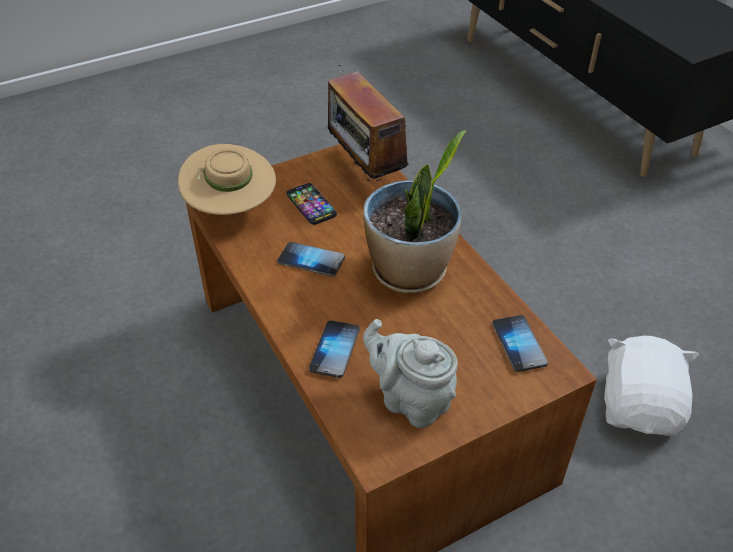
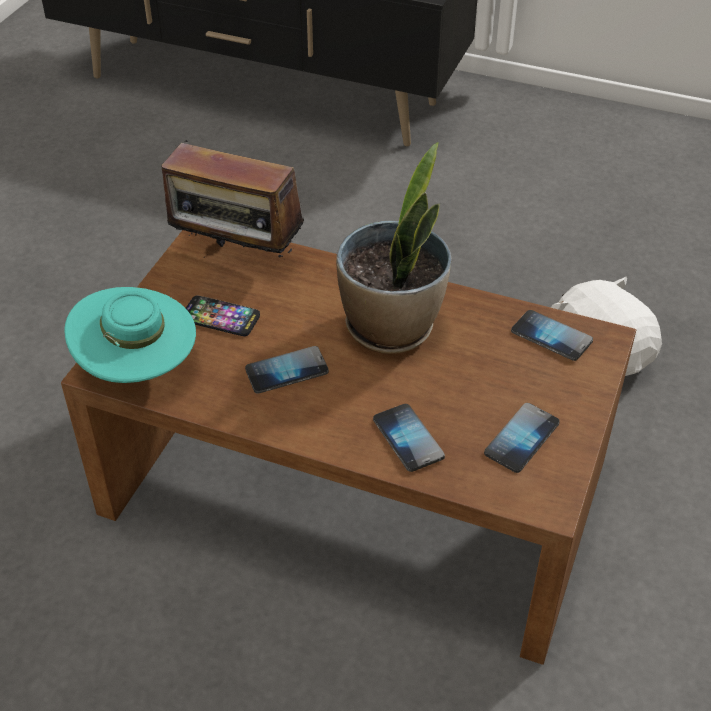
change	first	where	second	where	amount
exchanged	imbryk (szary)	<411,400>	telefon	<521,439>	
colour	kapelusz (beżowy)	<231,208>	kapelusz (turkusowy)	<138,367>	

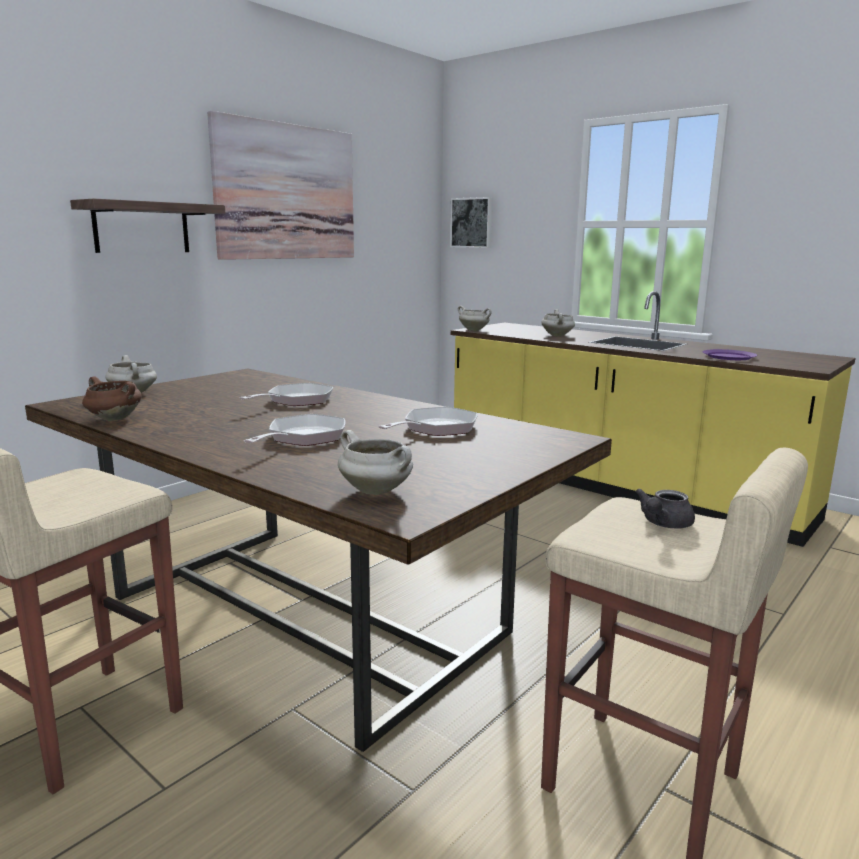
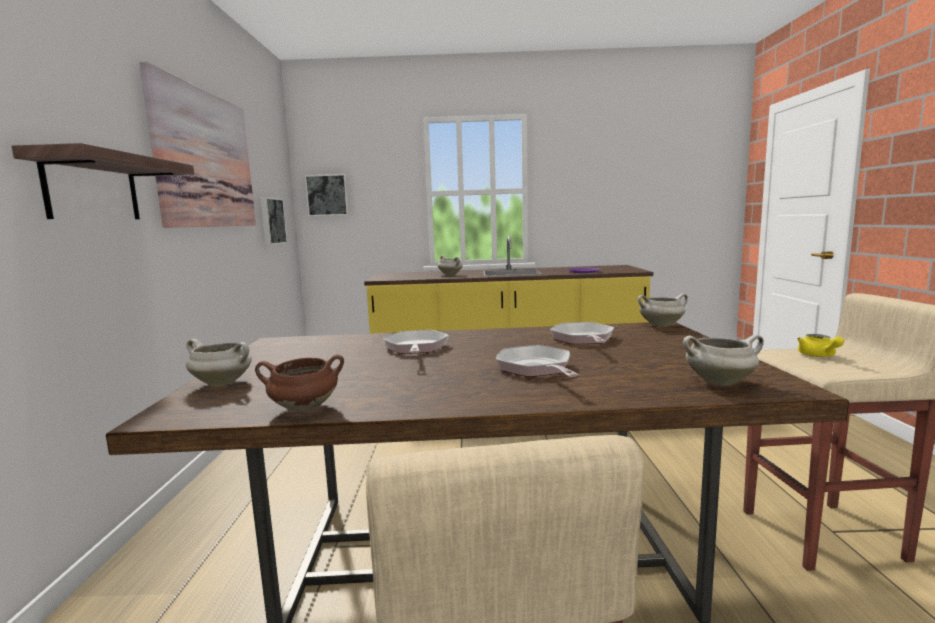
change	first	where	second	where	amount
appeared			obraz	<272,221>	
relocated	garnek (biały)	<474,330>		<661,325>	
colour	imbryk (szary)	<663,524>	imbryk (żółty)	<818,356>	

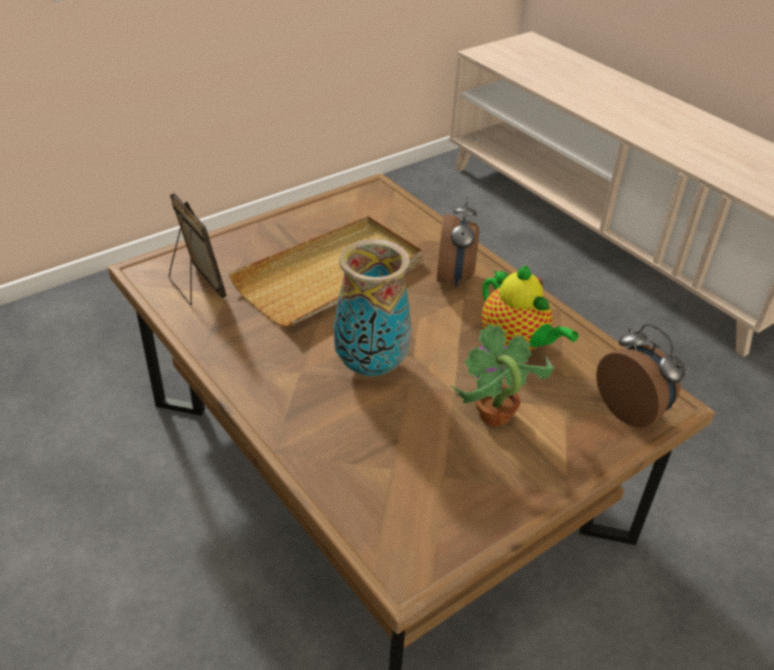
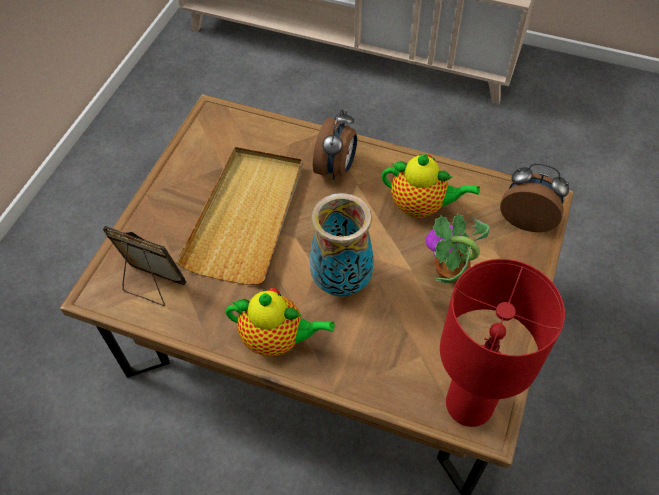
change	first	where	second	where	amount
appeared			imbryk	<277,339>	
appeared			lampa stołowa (czerwony)	<468,403>	
spun	budzik	<455,277>		<336,168>	45 degrees clockwise

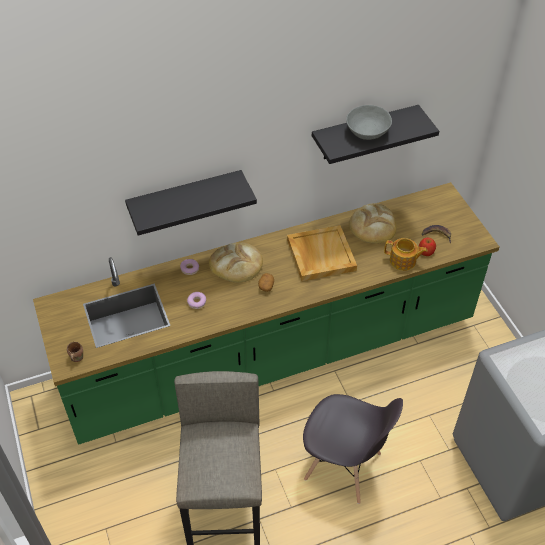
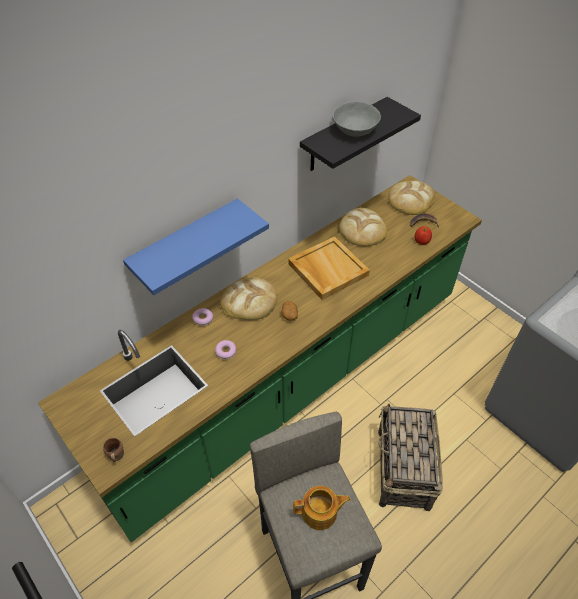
change	first	where	second	where	amount
appeared			chleb	<411,200>	
relocated	imbryk	<403,261>		<320,513>	
exchanged	krzesło (szary)	<343,467>	koszyk	<403,470>	
colour	półka (czarny)	<185,199>	półka (niebieski)	<186,244>	

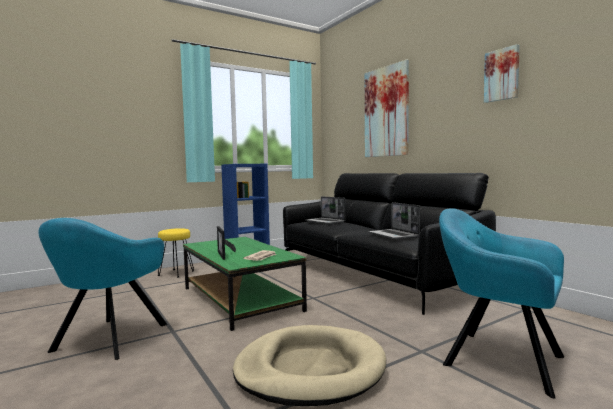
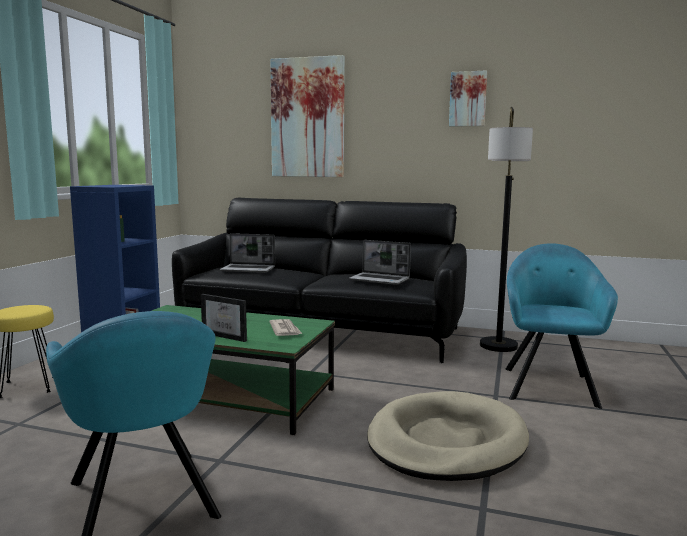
change	first	where	second	where	amount
appeared			lampa stojąca	<498,346>	
spun	fotel (turkusowy)	<497,359>		<549,384>	105 degrees clockwise

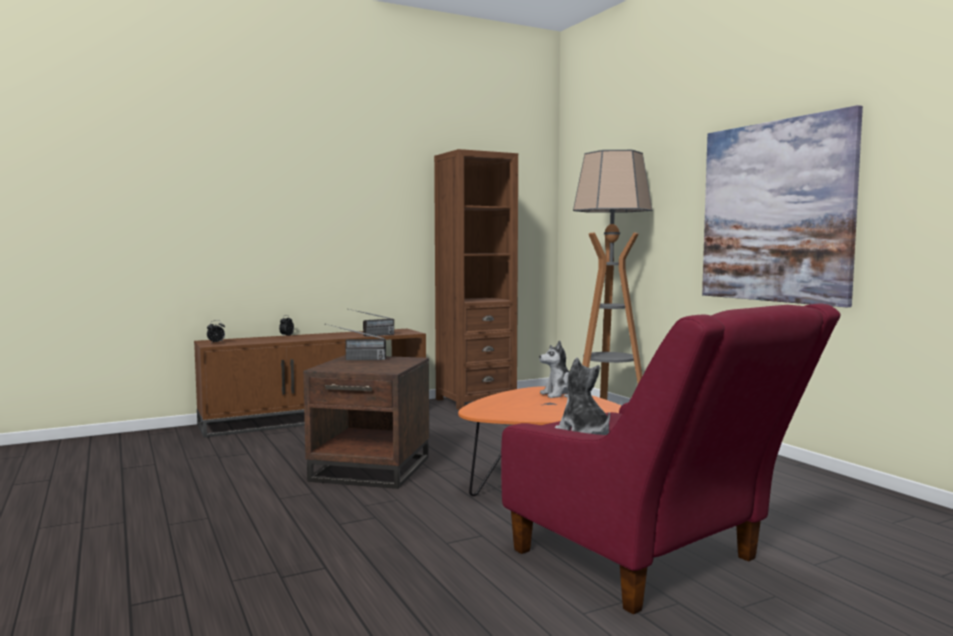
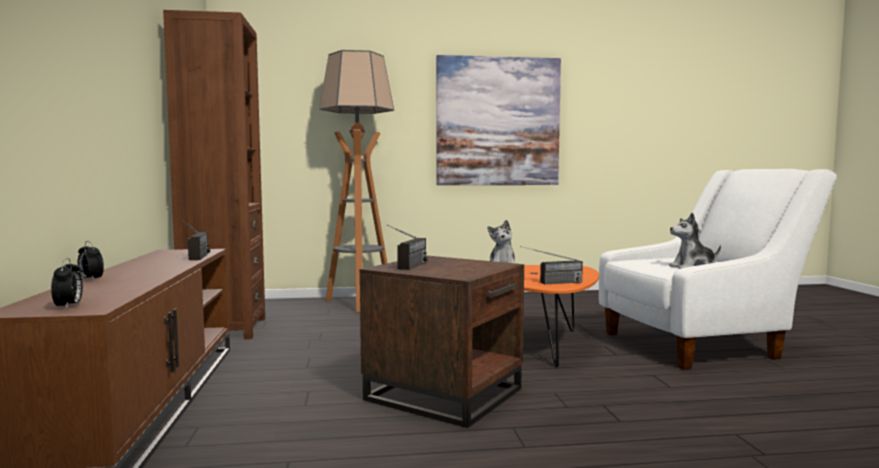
change	first	where	second	where	amount
appeared			radio	<551,283>	
colour	fotel (czerwony)	<650,563>	fotel (biały)	<700,344>	

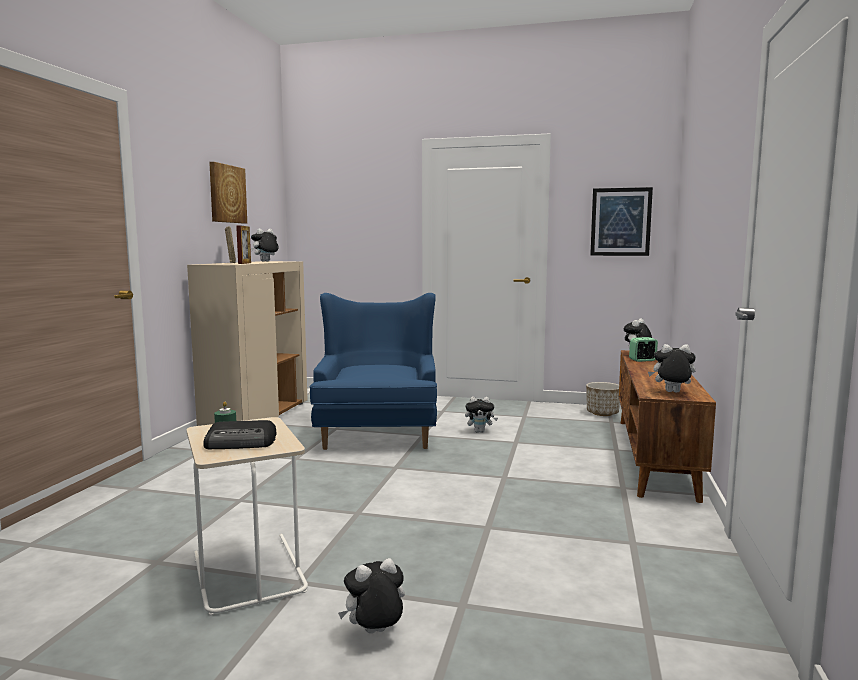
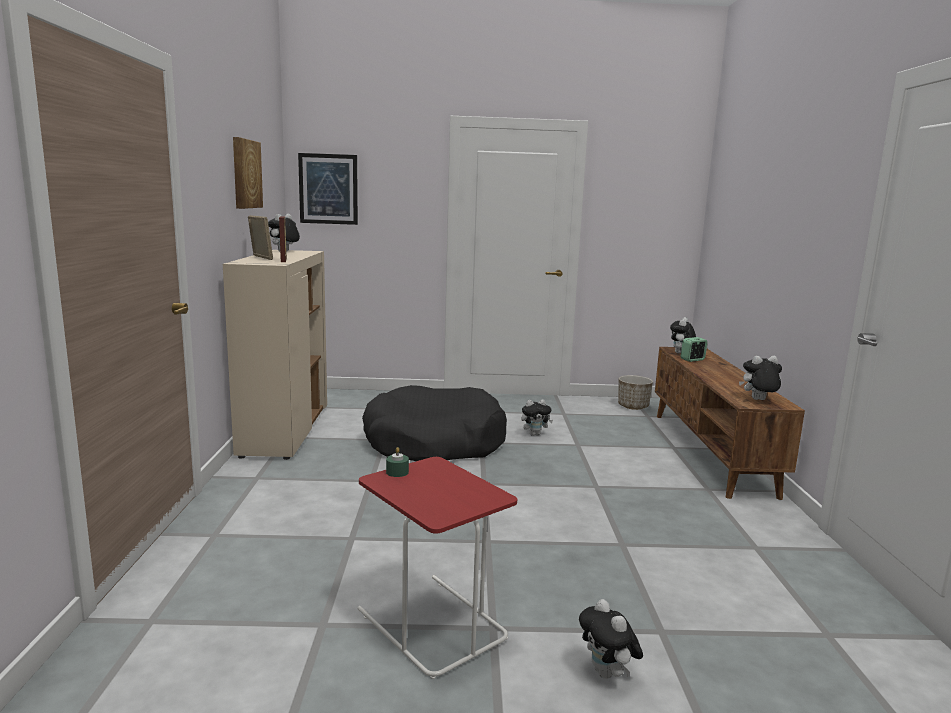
change	first	where	second	where	amount
missing	radio	<242,442>			
relocated	obraz	<620,222>		<328,189>	
exchanged	fotel (niebieski)	<378,432>	legowisko (czarny)	<434,442>	
colour	stolik (beżowy)	<247,572>	stolik (czerwony)	<430,624>	
spun	pluszak	<374,633>		<607,674>	75 degrees counterclockwise

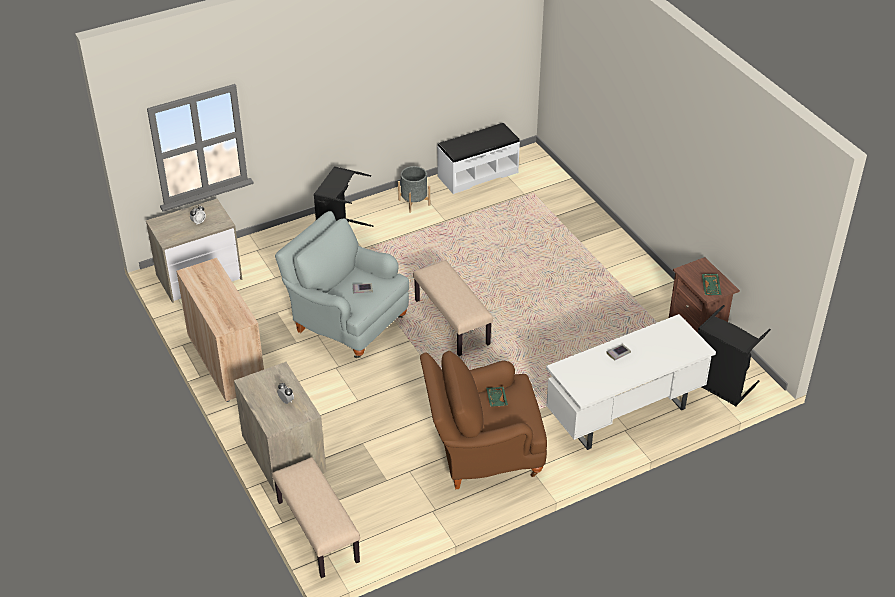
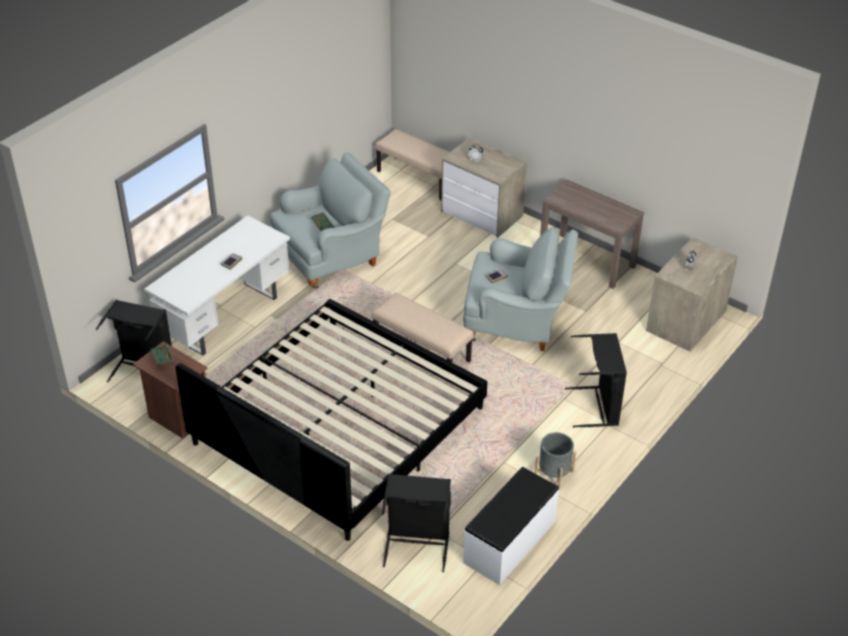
change	first	where	second	where	amount
appeared			łóżko	<339,426>	
appeared			kosz na pranie (czarny)	<417,543>	
exchanged	szafka (beżowy)	<226,361>	stolik konsolowy (brązowy)	<587,260>	
colour	fotel (brązowy)	<481,452>	fotel (szary)	<332,257>	

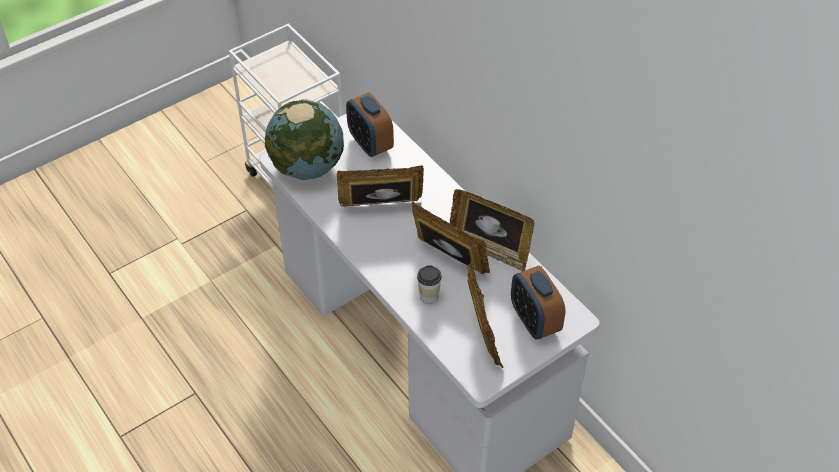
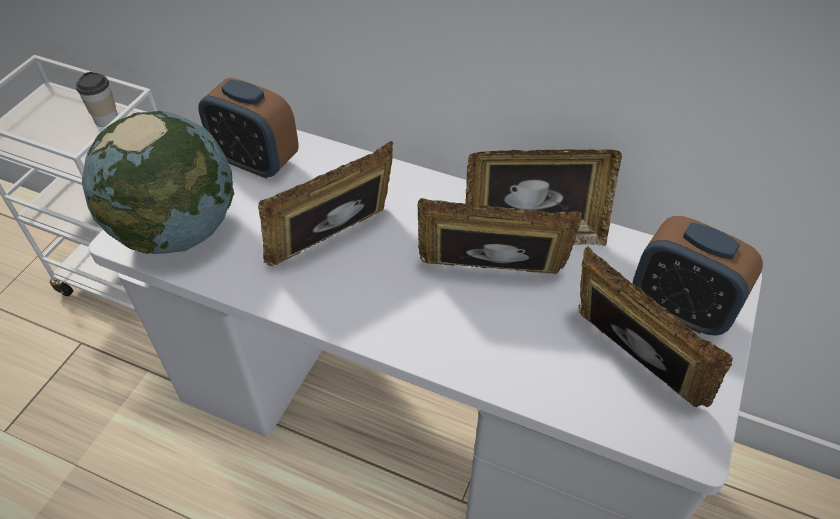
change	first	where	second	where	amount
relocated	filiżanka	<429,296>		<106,119>	

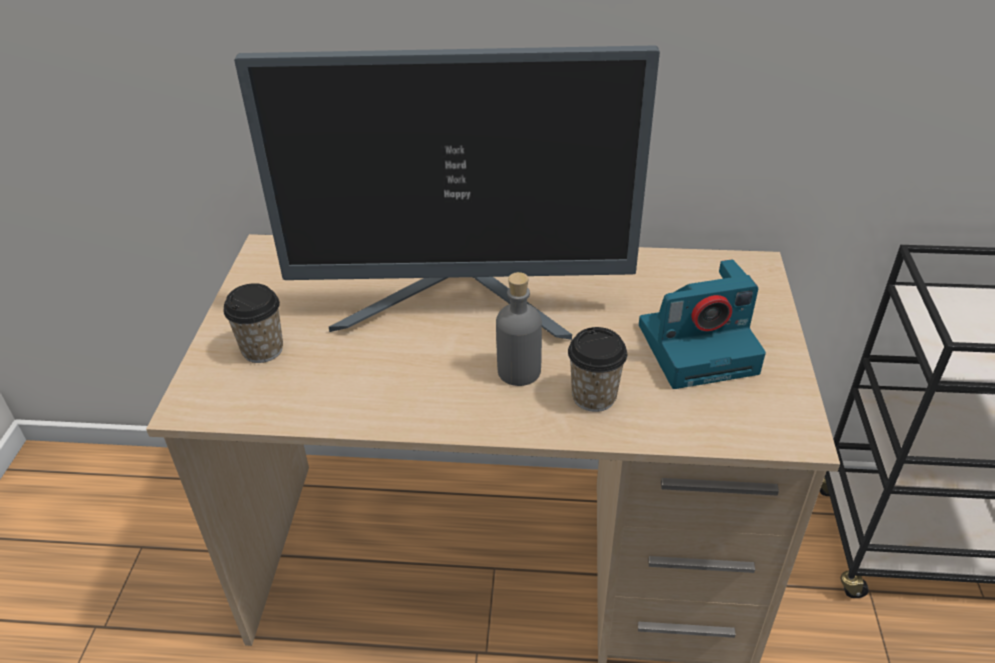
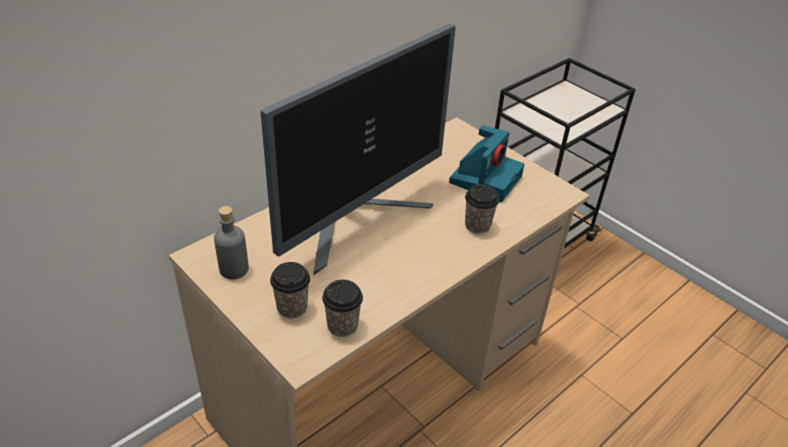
change	first	where	second	where	amount
appeared			filiżanka	<342,326>	
relocated	butelka (szary)	<519,371>		<234,269>	

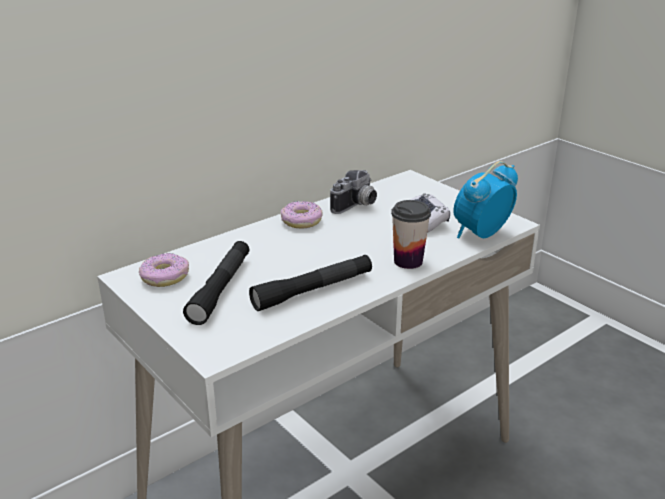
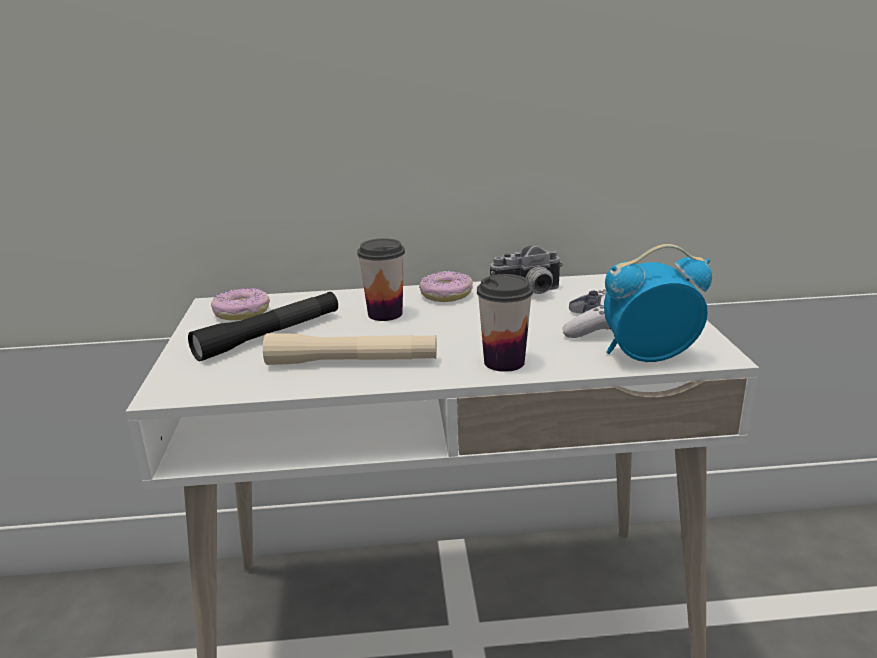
change	first	where	second	where	amount
appeared			filiżanka	<385,314>	
colour	latarka (czarny)	<313,290>	latarka (beżowy)	<352,362>	

